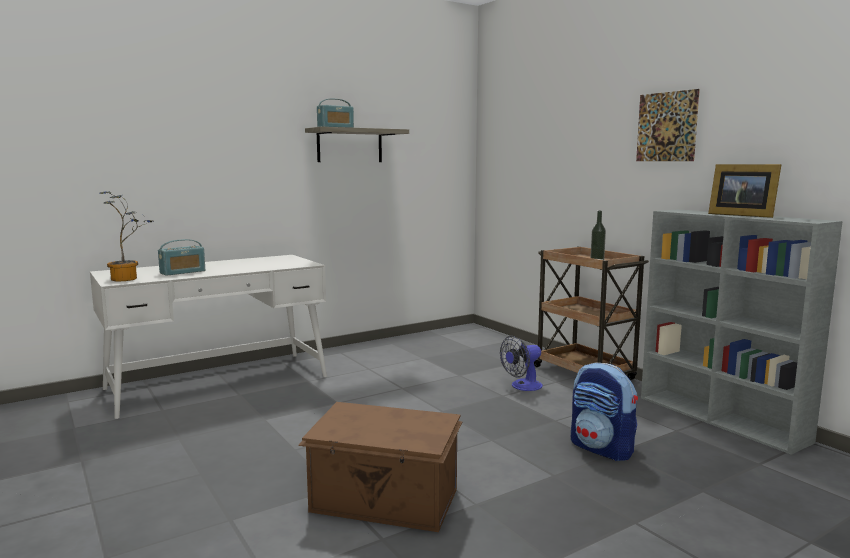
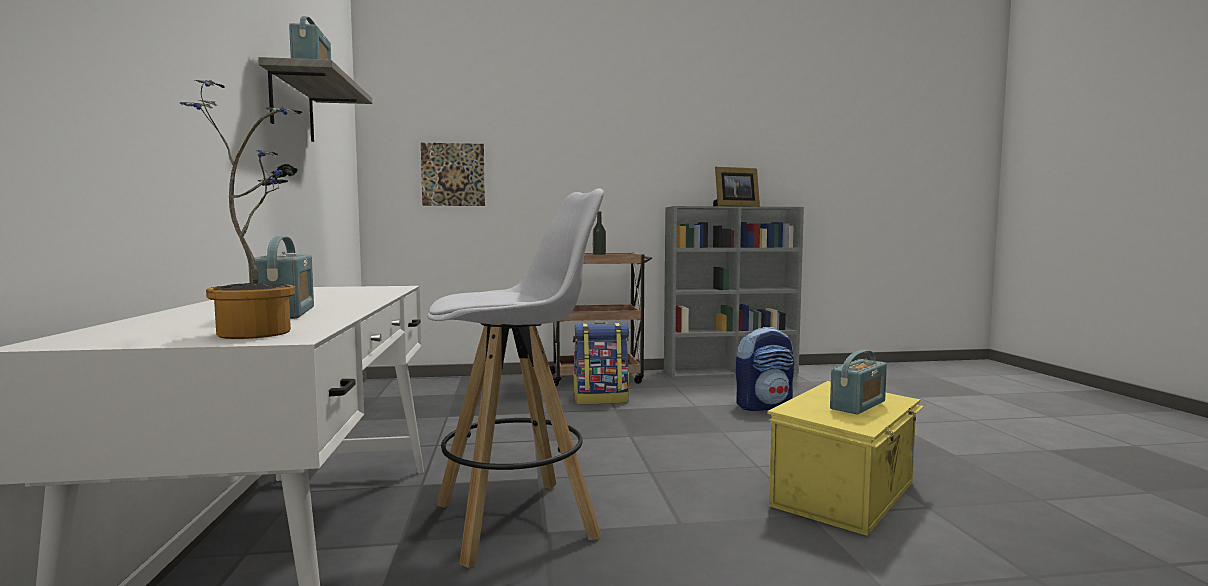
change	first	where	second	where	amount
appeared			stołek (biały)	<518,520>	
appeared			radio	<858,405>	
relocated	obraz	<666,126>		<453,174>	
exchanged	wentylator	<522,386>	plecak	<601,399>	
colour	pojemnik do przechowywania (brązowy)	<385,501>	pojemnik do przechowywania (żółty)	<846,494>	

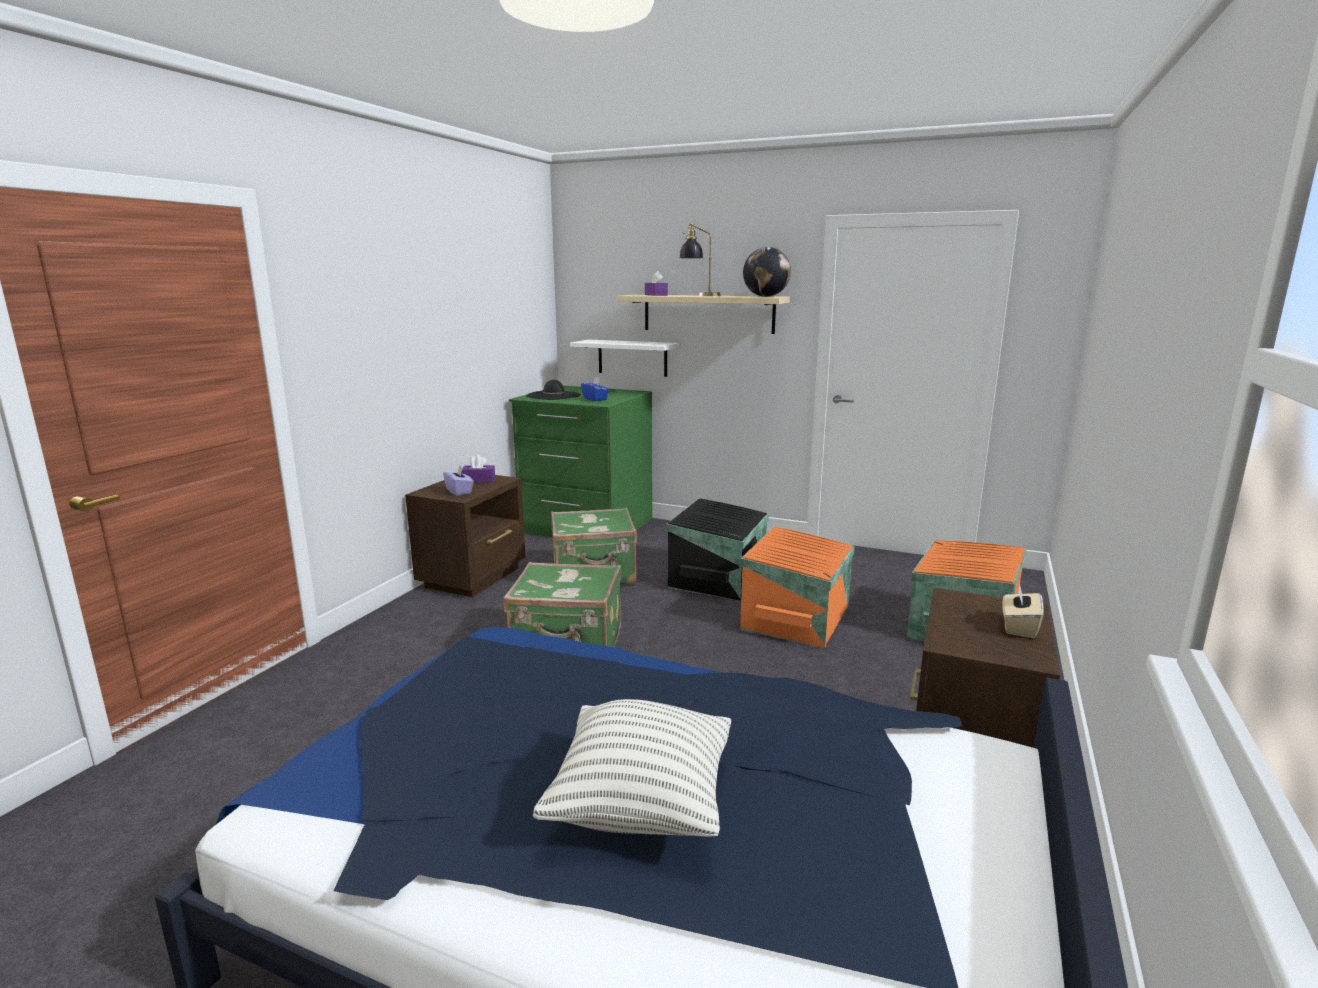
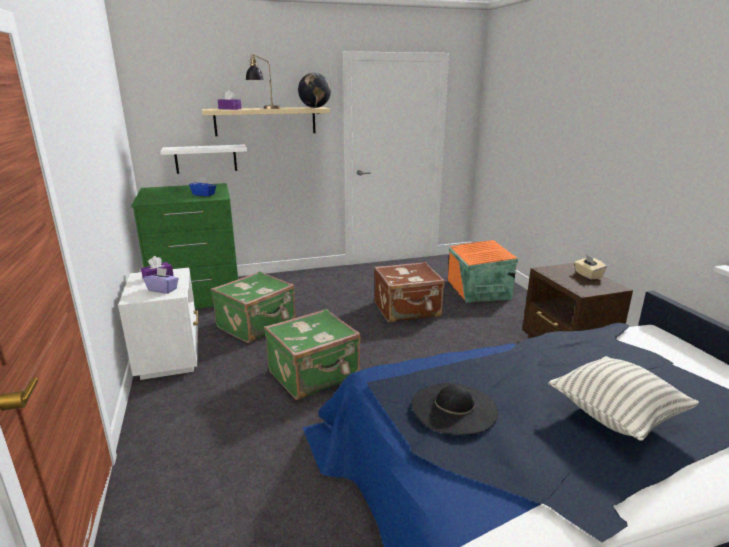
change	first	where	second	where	amount
missing	pojemnik do przechowywania (czarny)	<719,577>			
relocated	kapelusz (czarny)	<553,395>		<454,408>	
exchanged	pojemnik do przechowywania (pomarańczowy)	<798,617>	walizka (brązowy)	<407,310>	
colour	szafka nocna (brązowy)	<474,577>	szafka nocna (biały)	<170,357>	

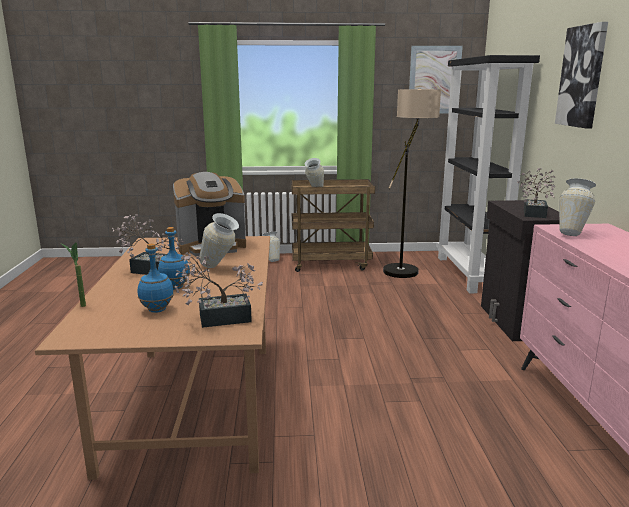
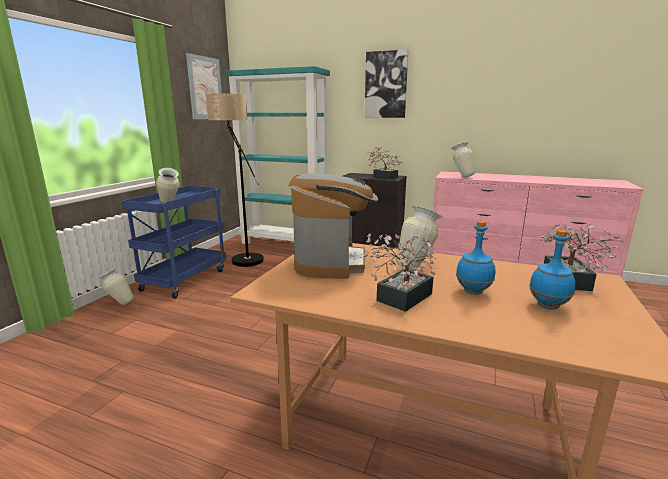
change	first	where	second	where	amount
missing	roślina doniczkowa	<80,305>			
colour	wózek (brązowy)	<331,264>	wózek (niebieski)	<185,279>	
colour	regał (czarny)	<470,274>	regał (turkusowy)	<285,244>	

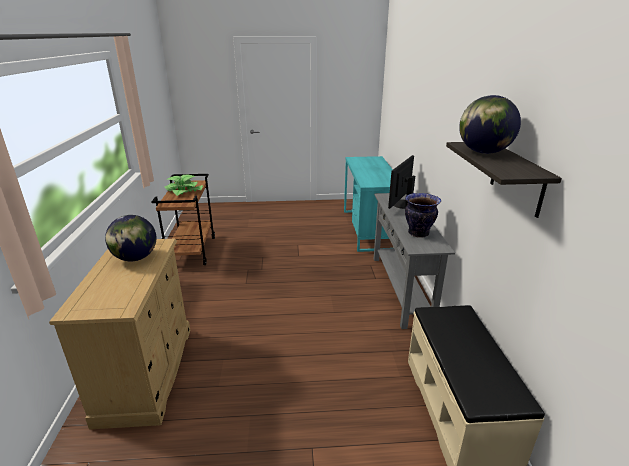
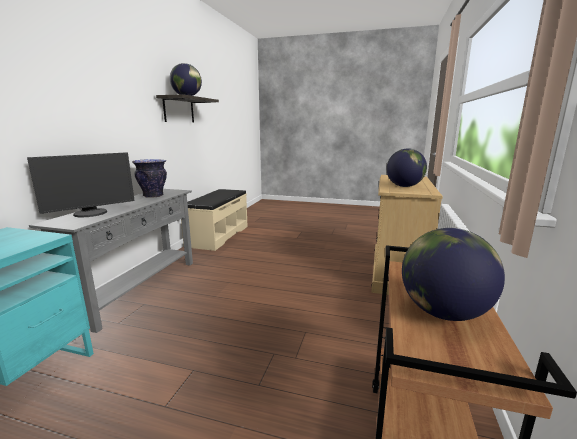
change	first	where	second	where	amount
exchanged	roślina doniczkowa	<184,191>	globus	<443,312>	

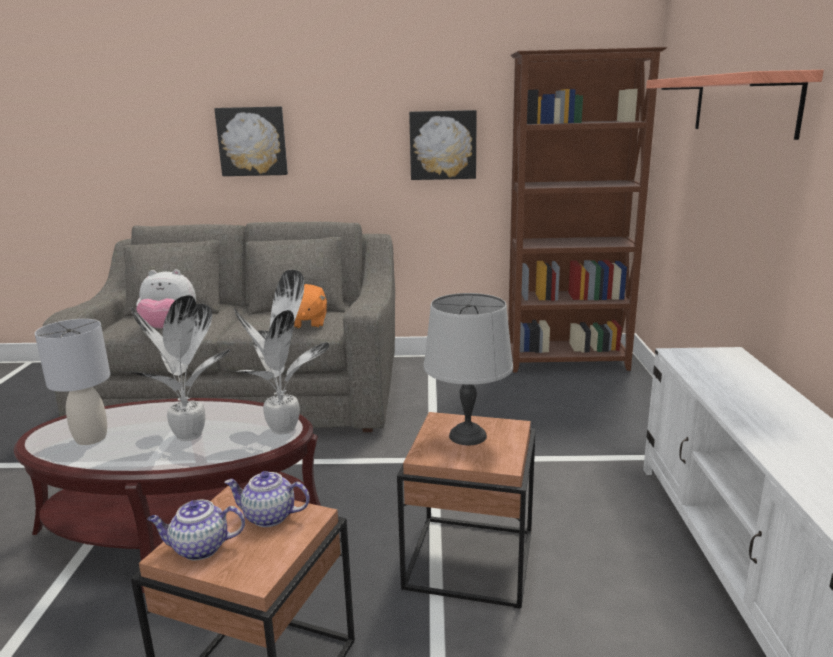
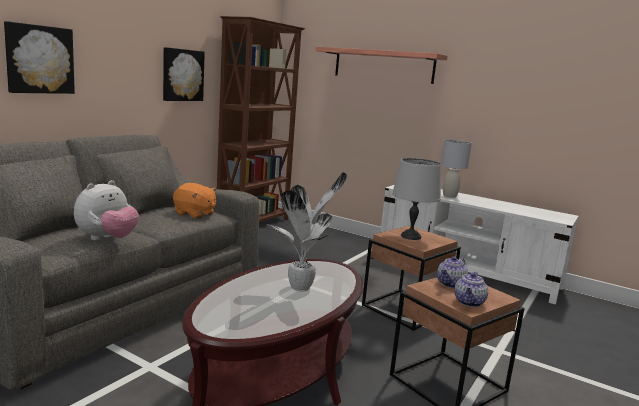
change	first	where	second	where	amount
missing	roślina doniczkowa	<285,427>			
relocated	lampa stołowa (szary)	<91,438>		<449,196>	

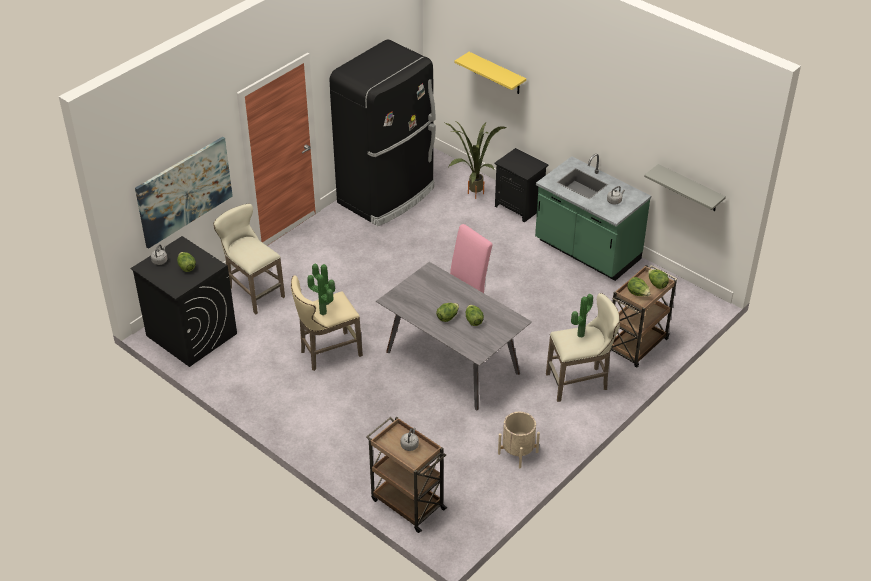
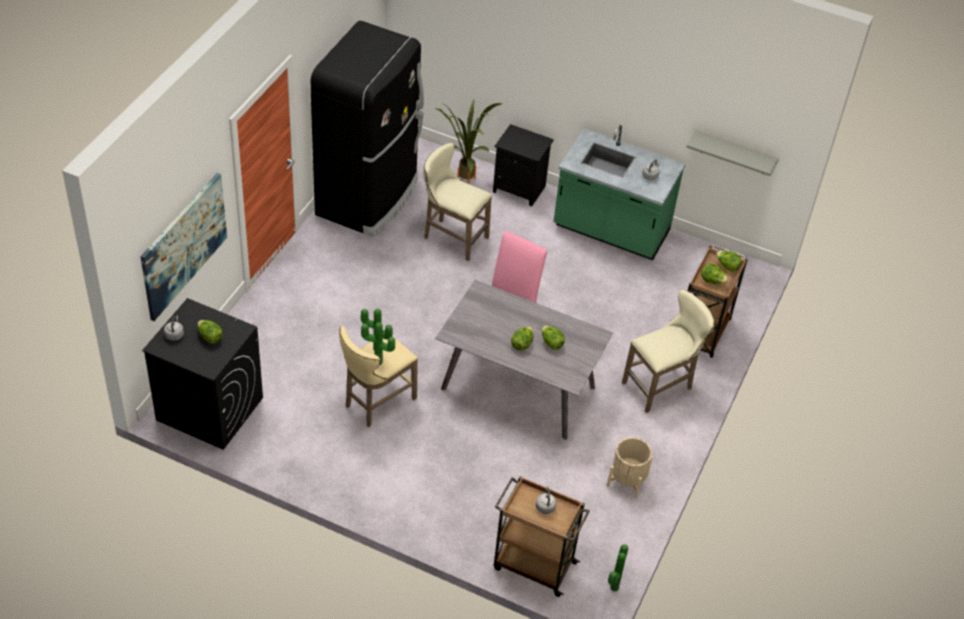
change	first	where	second	where	amount
missing	półka (żółty)	<496,73>			
relocated	stołek (beżowy)	<253,292>		<452,237>	
relocated	roślina doniczkowa	<579,334>		<612,587>	

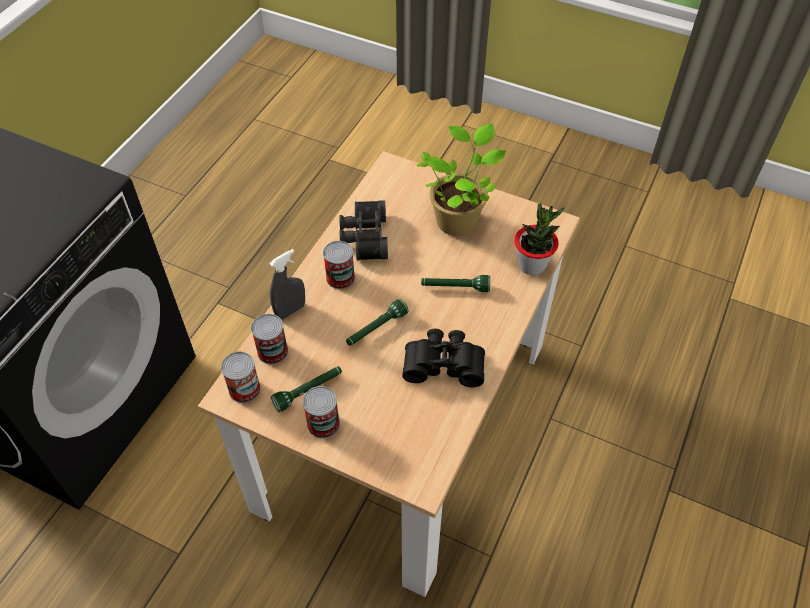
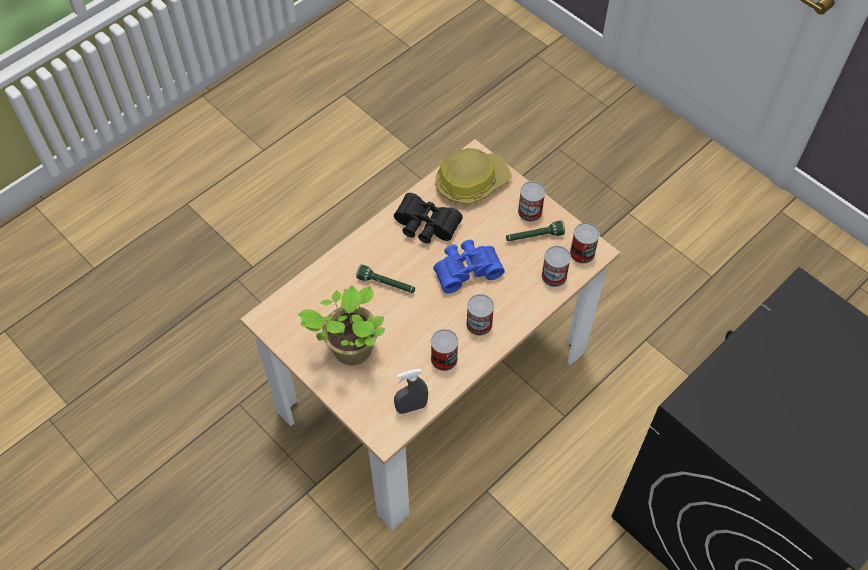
change	first	where	second	where	amount
missing	roślina doniczkowa	<532,265>			
appeared			kask	<471,182>	
relocated	spryskiwacz (szary)	<290,310>		<411,407>	
exchanged	lornetka (czarny)	<363,237>	puszka	<444,359>	
exchanged	latarka (zielony)	<376,329>	lornetka (niebieski)	<466,269>	

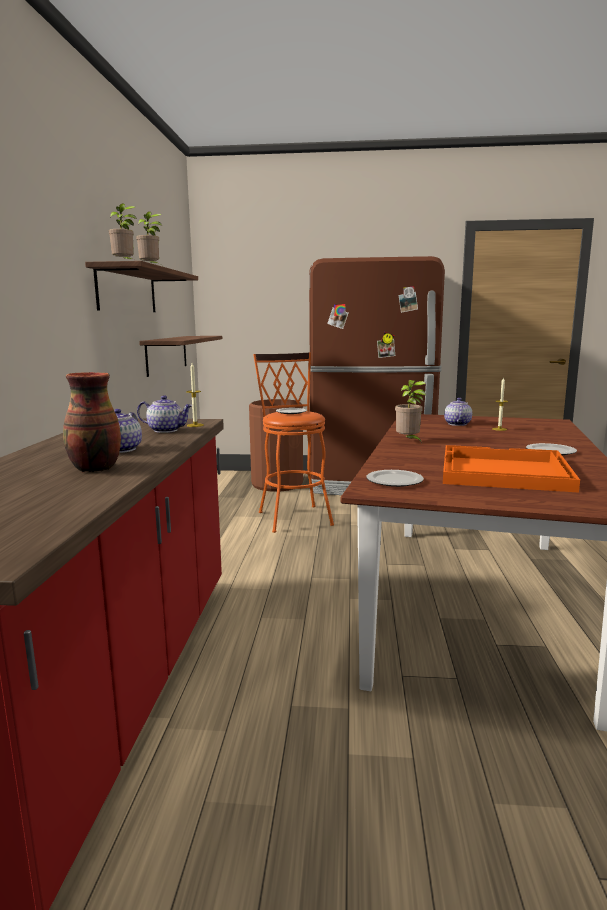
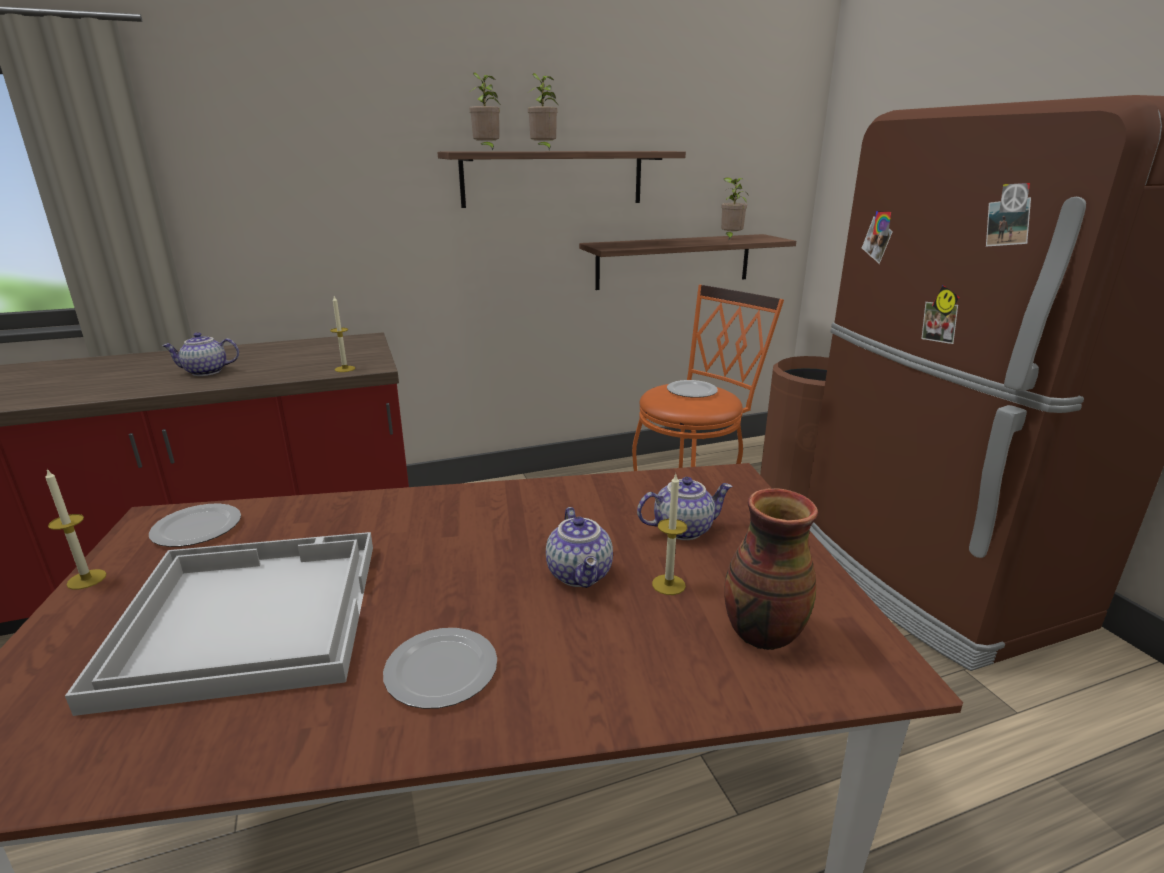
change	first	where	second	where	amount
appeared			świeca	<86,579>	
relocated	wazon	<94,468>		<761,633>	
relocated	imbryk	<166,430>		<581,574>	
relocated	roślina doniczkowa	<408,442>		<730,239>	
colour	taca (pomarańczowy)	<502,471>	taca (biały)	<247,616>	

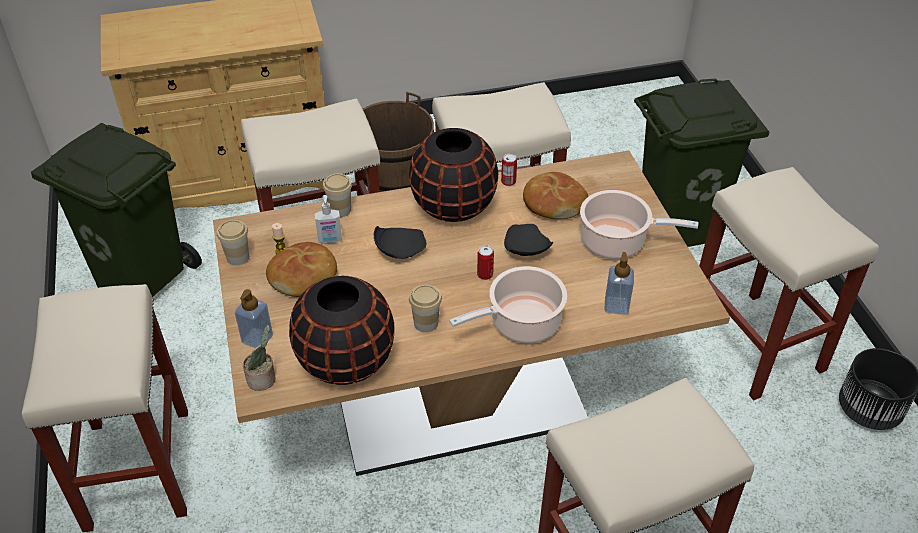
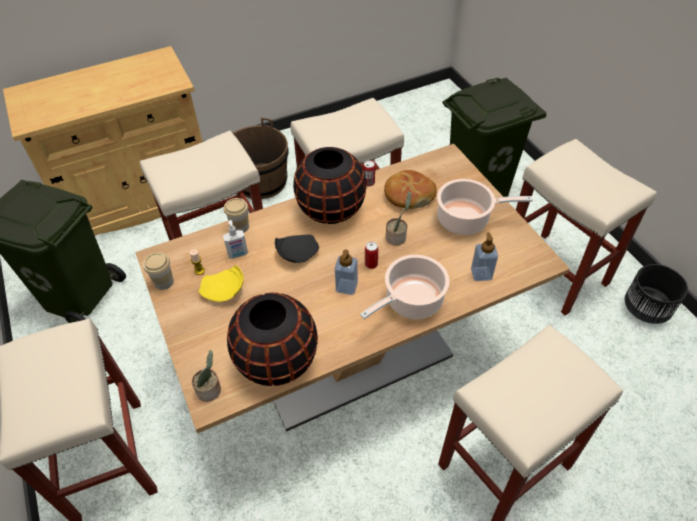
change	first	where	second	where	amount
missing	filiżanka	<426,323>			
relocated	dozownik mydła	<257,339>		<346,287>	
exchanged	chleb	<304,277>	talerz (żółty)	<224,291>	
exchanged	talerz (czarny)	<525,249>	roślina doniczkowa	<397,237>	

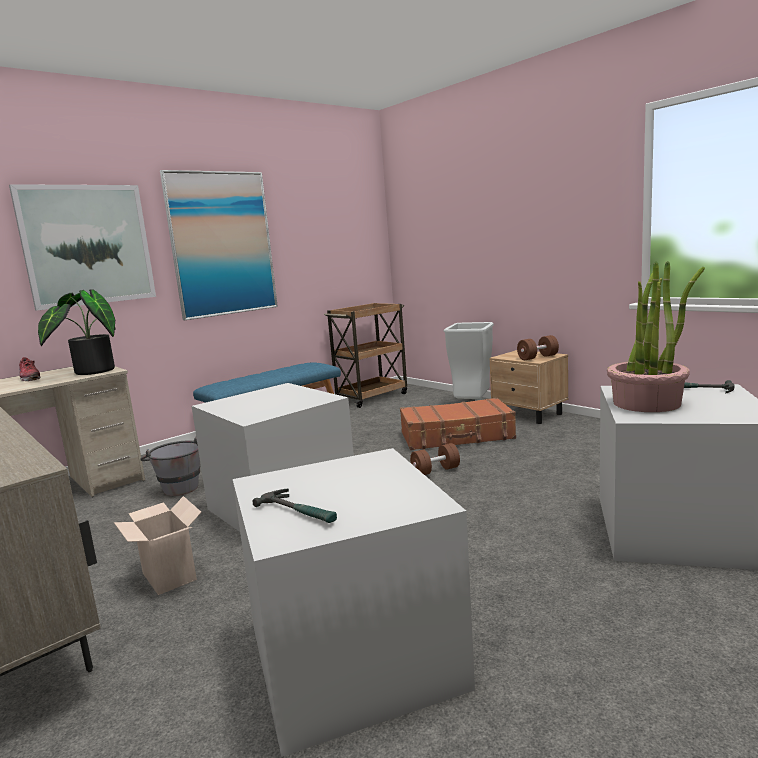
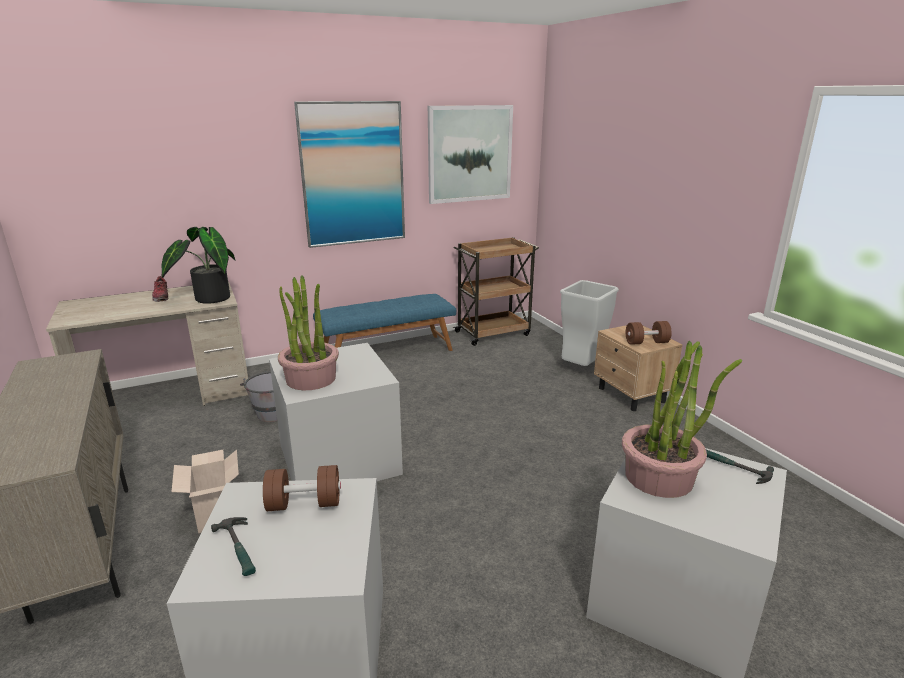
change	first	where	second	where	amount
missing	walizka (brązowy)	<457,436>			
appeared			roślina doniczkowa	<310,379>	
relocated	obraz	<87,245>		<470,154>	
relocated	hantel (brązowy)	<435,471>		<304,504>	

